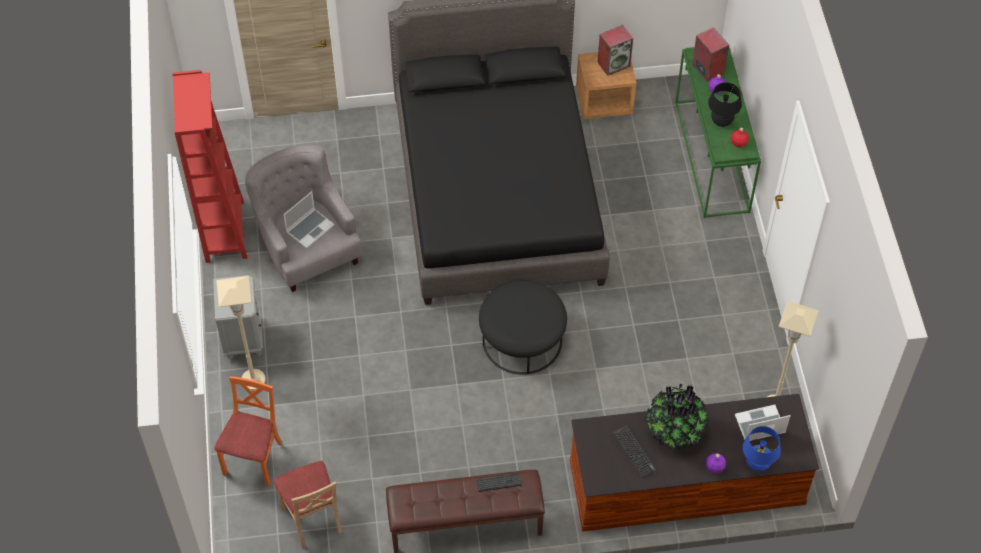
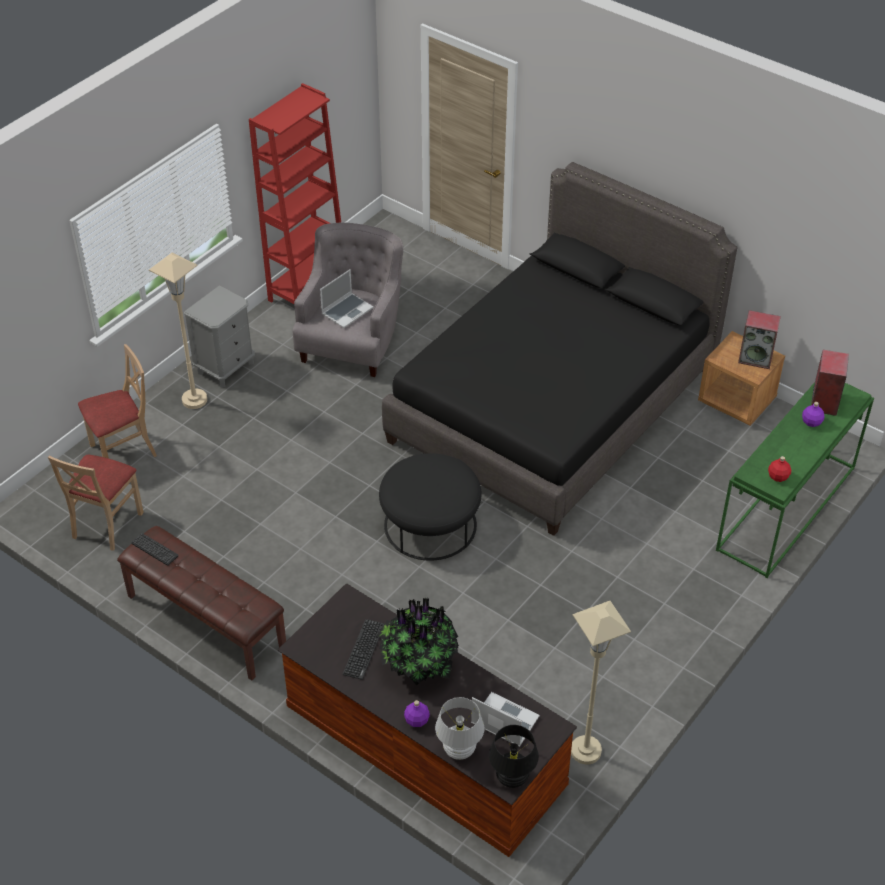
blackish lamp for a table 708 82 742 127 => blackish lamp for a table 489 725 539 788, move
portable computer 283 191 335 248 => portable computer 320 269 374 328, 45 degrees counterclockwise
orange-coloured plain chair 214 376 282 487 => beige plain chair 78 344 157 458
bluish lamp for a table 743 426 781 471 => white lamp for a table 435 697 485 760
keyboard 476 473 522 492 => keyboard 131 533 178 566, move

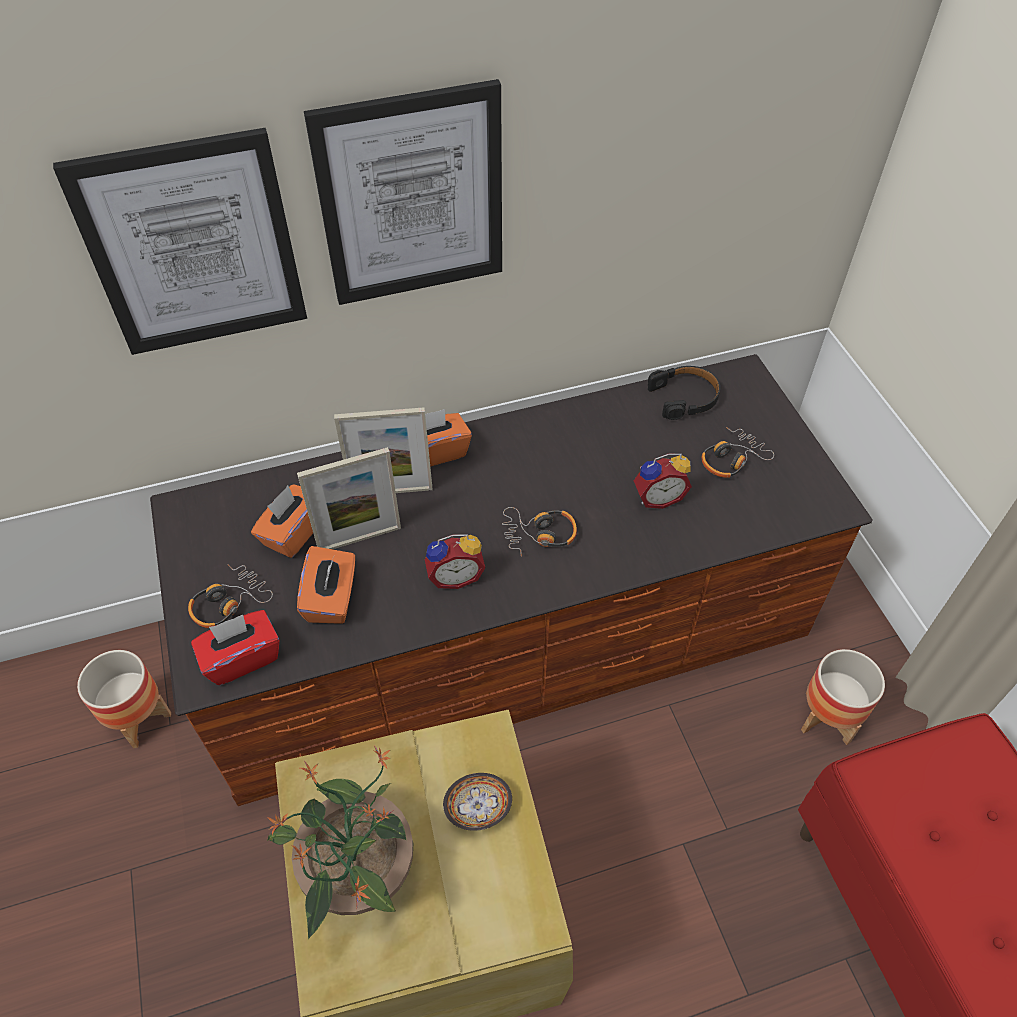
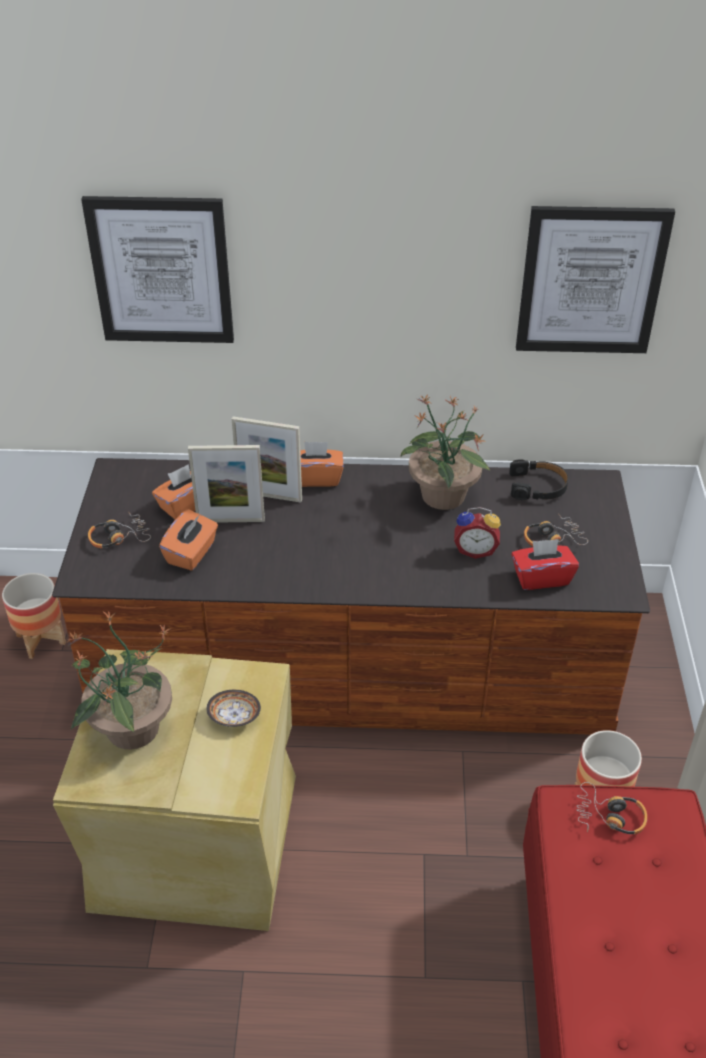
wall art 304 79 502 305 => wall art 516 206 675 353, move
pair of headphones 502 507 577 557 => pair of headphones 577 782 647 834, move
bedside clock 425 535 485 589 => nothing
red box of tissues 191 610 279 686 => red box of tissues 511 539 579 590, move
nothing => houseplant 400 394 490 510

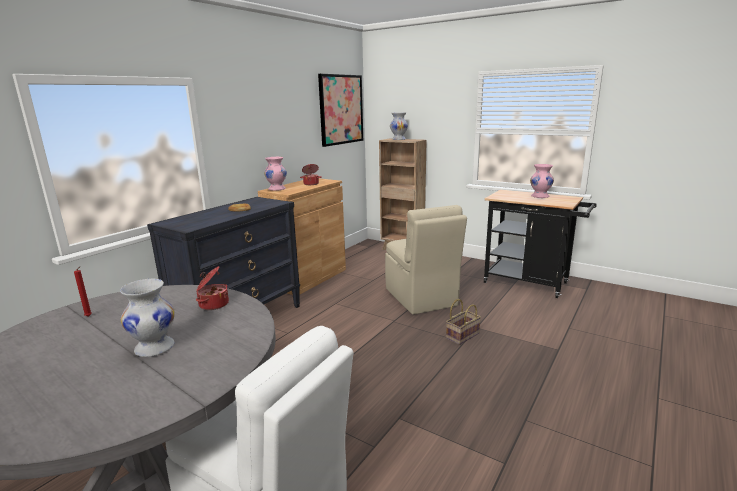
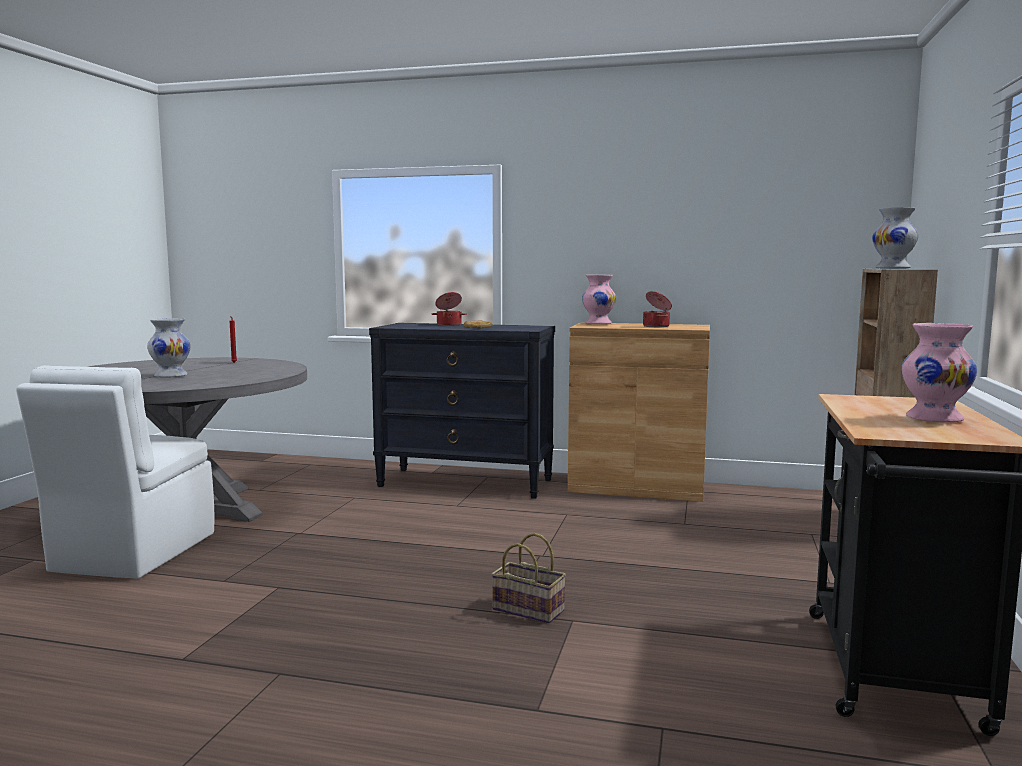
wall art 318 74 363 147 => nothing
beige plain chair 385 205 467 315 => nothing
saucepot 196 266 229 310 => saucepot 432 292 467 326, move

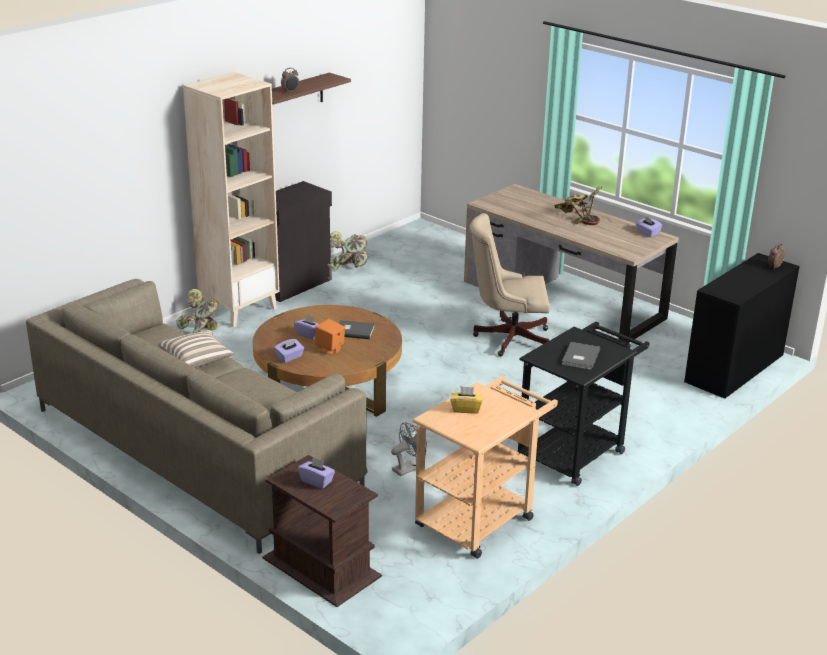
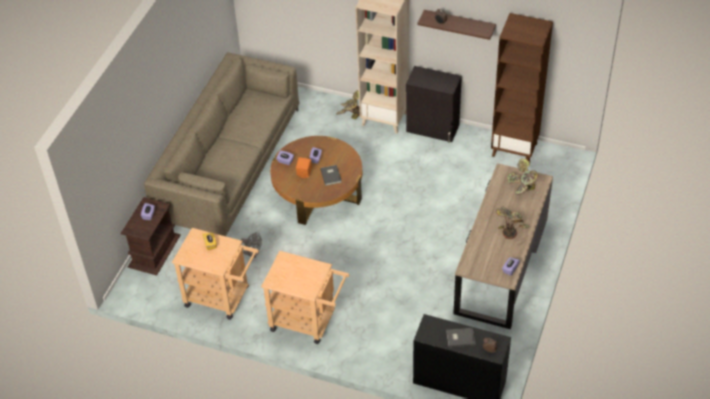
beige desk chair 470 213 550 356 => nothing
houseplant 330 231 368 270 => houseplant 507 158 538 195, move
blackish wheeled cart 518 321 649 486 => beige wheeled cart 261 251 349 344
pillow 158 330 235 368 => nothing
grey volume 562 342 600 370 => grey volume 446 328 475 347, move
nothing => brownish bookcase 491 13 553 162

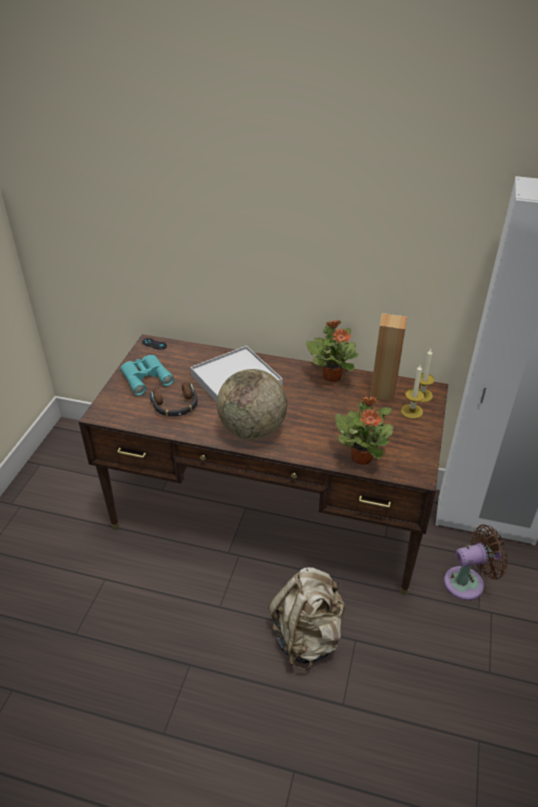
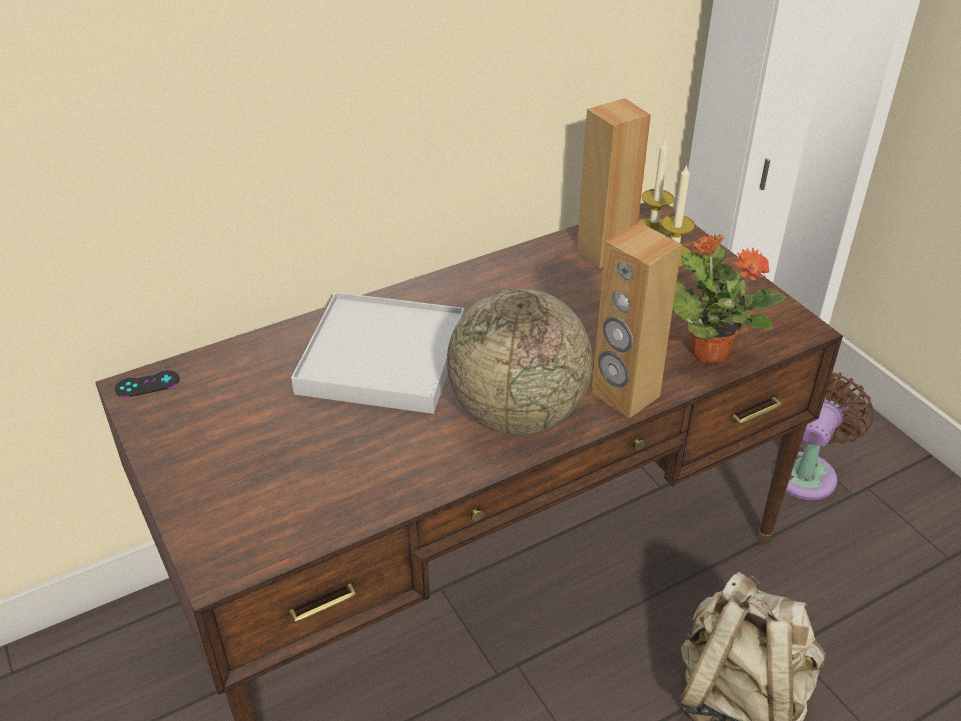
houseplant 306 320 358 382 => nothing
blue-green field glasses 120 355 174 396 => nothing
pair of headphones 150 382 198 417 => nothing
nothing => brownish audio speaker 592 222 682 418

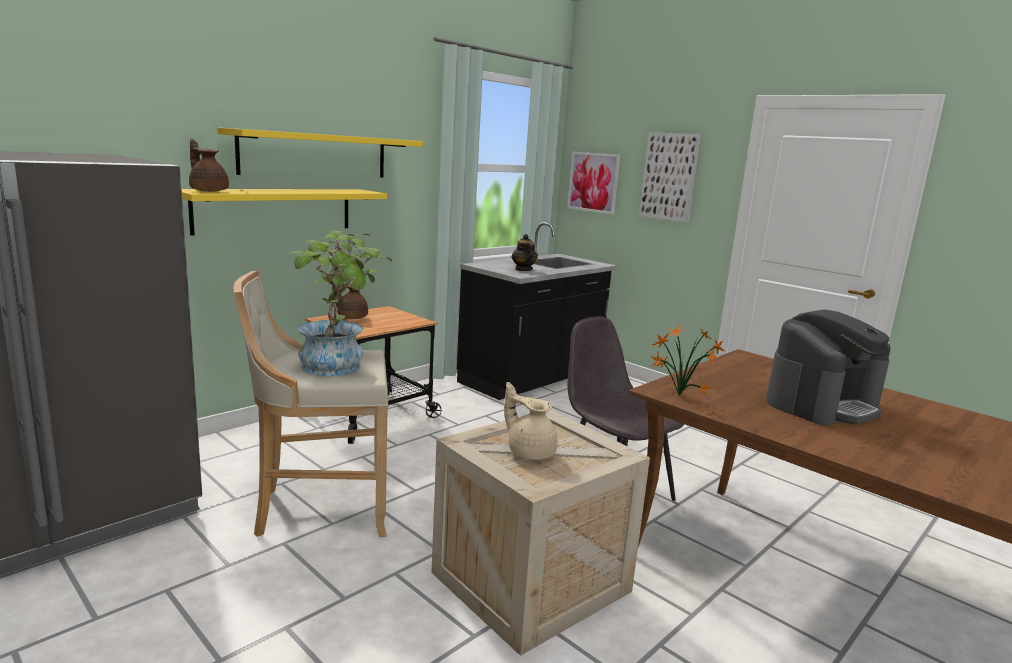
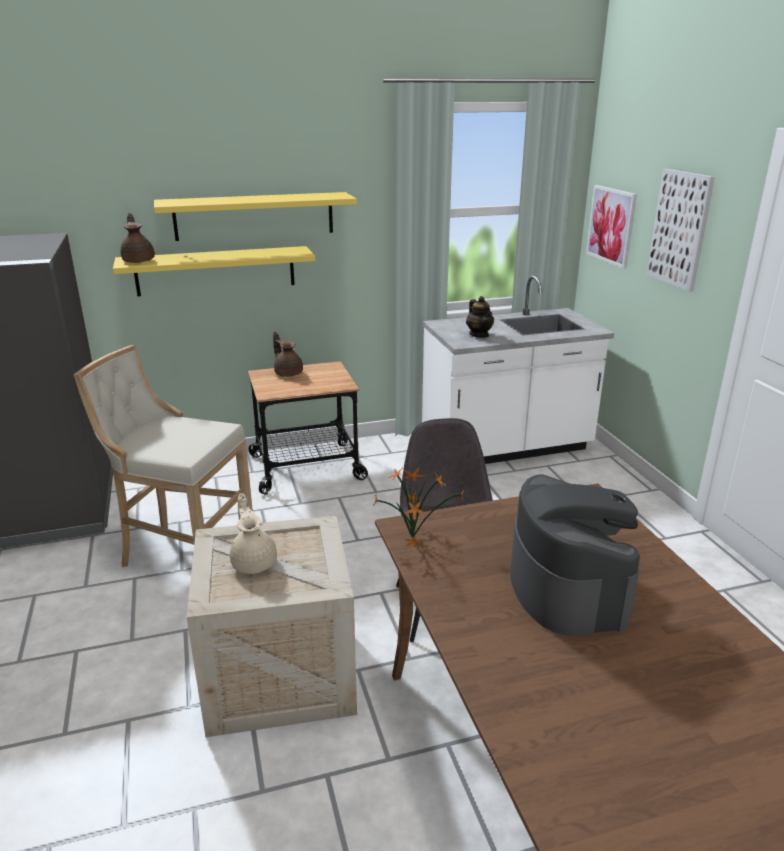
blackish counter 457 222 617 400 => white counter 422 275 614 464
houseplant 290 230 392 376 => nothing
tea pot 512 234 537 271 => tea pot 466 296 494 338, 150 degrees clockwise
coffee maker 766 310 891 426 => coffee maker 510 474 640 636, 90 degrees counterclockwise

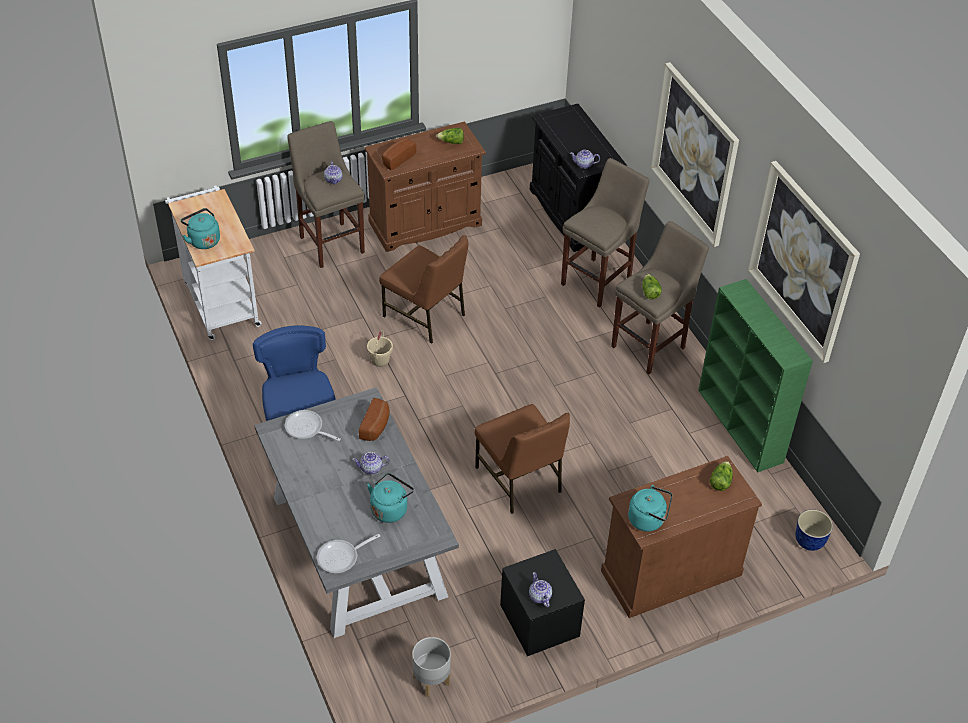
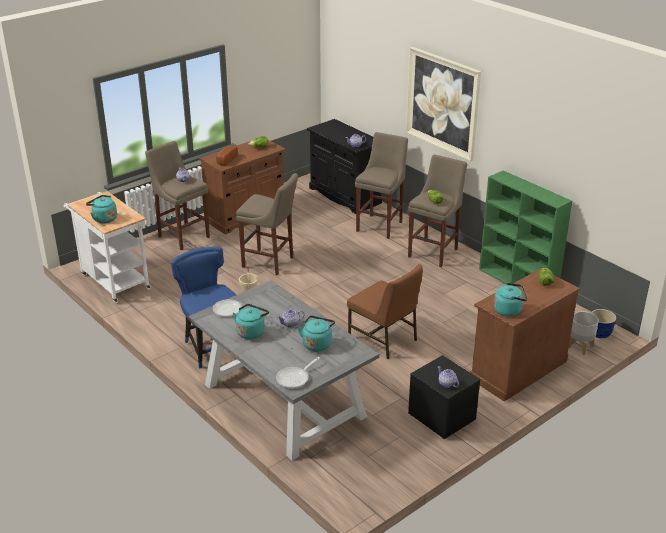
wall art 748 161 860 363 => nothing
brownish plain chair 379 235 468 344 => beige stool 236 173 298 275
baked bread 359 398 390 441 => nothing
grey planter 412 637 451 697 => grey planter 569 311 599 355, move
nothing => blue-green water kettle 233 304 269 339

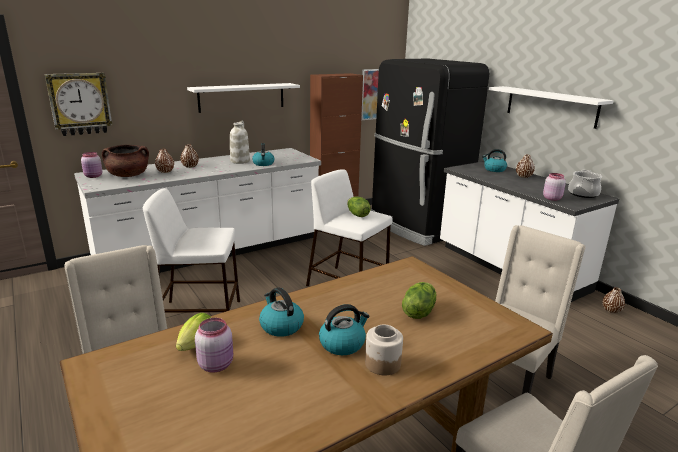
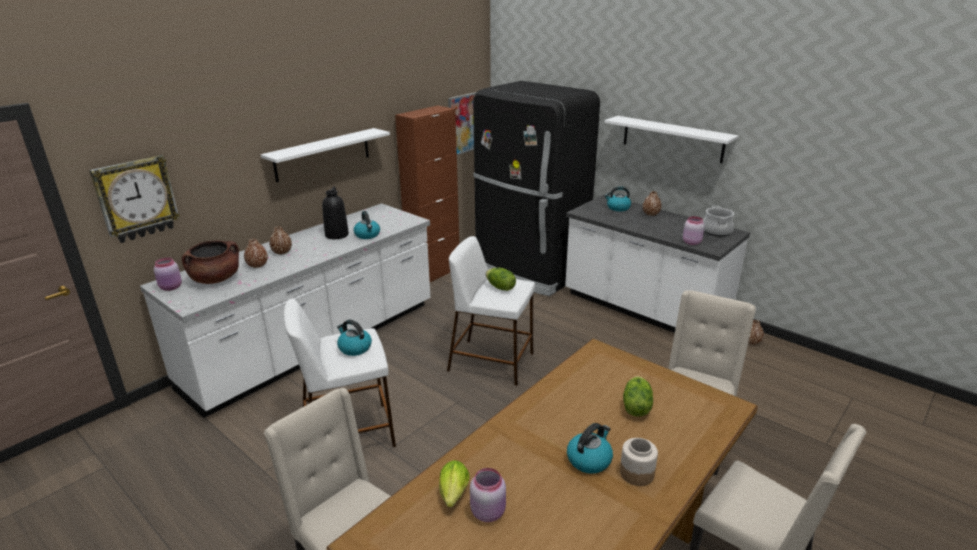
white vase 230 121 250 164 => blackish vase 322 187 349 239
water kettle 259 287 304 337 => water kettle 337 320 372 356, move

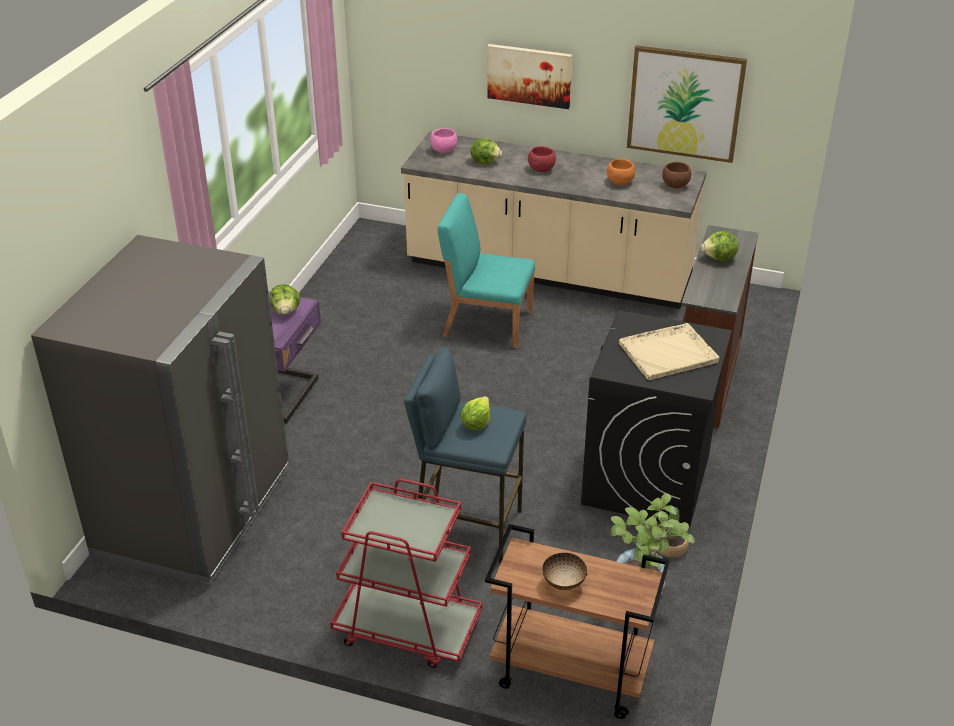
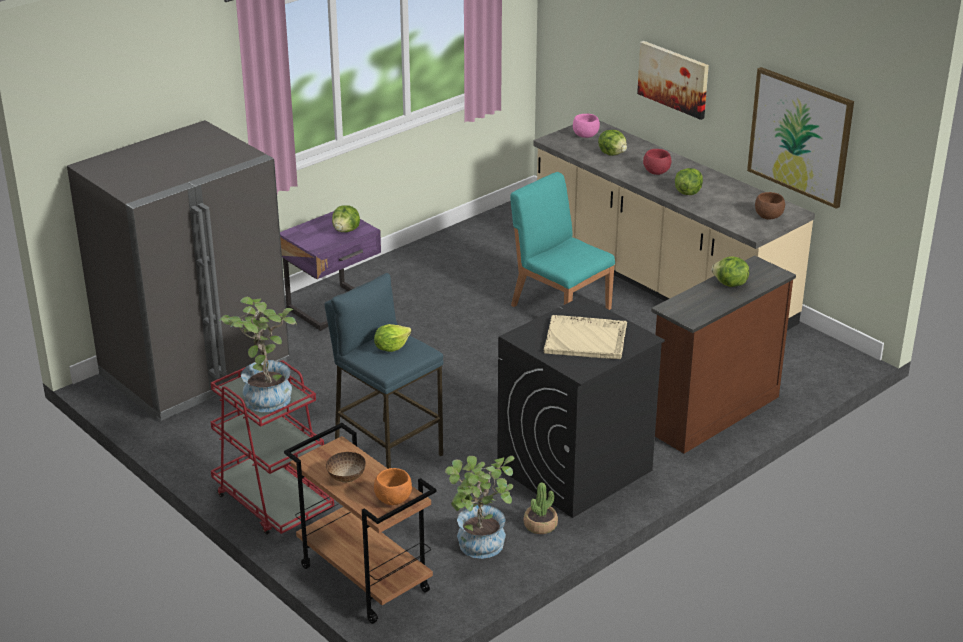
orange-coloured serving bowl 607 159 635 185 => orange-coloured serving bowl 374 468 412 505, move
nothing => head of lettuce 675 168 703 195
nothing => houseplant 219 297 297 412

